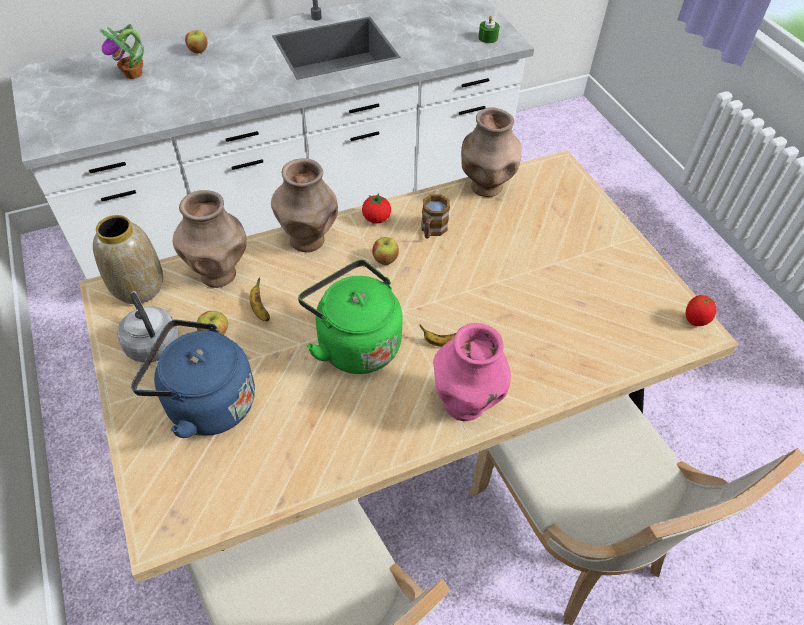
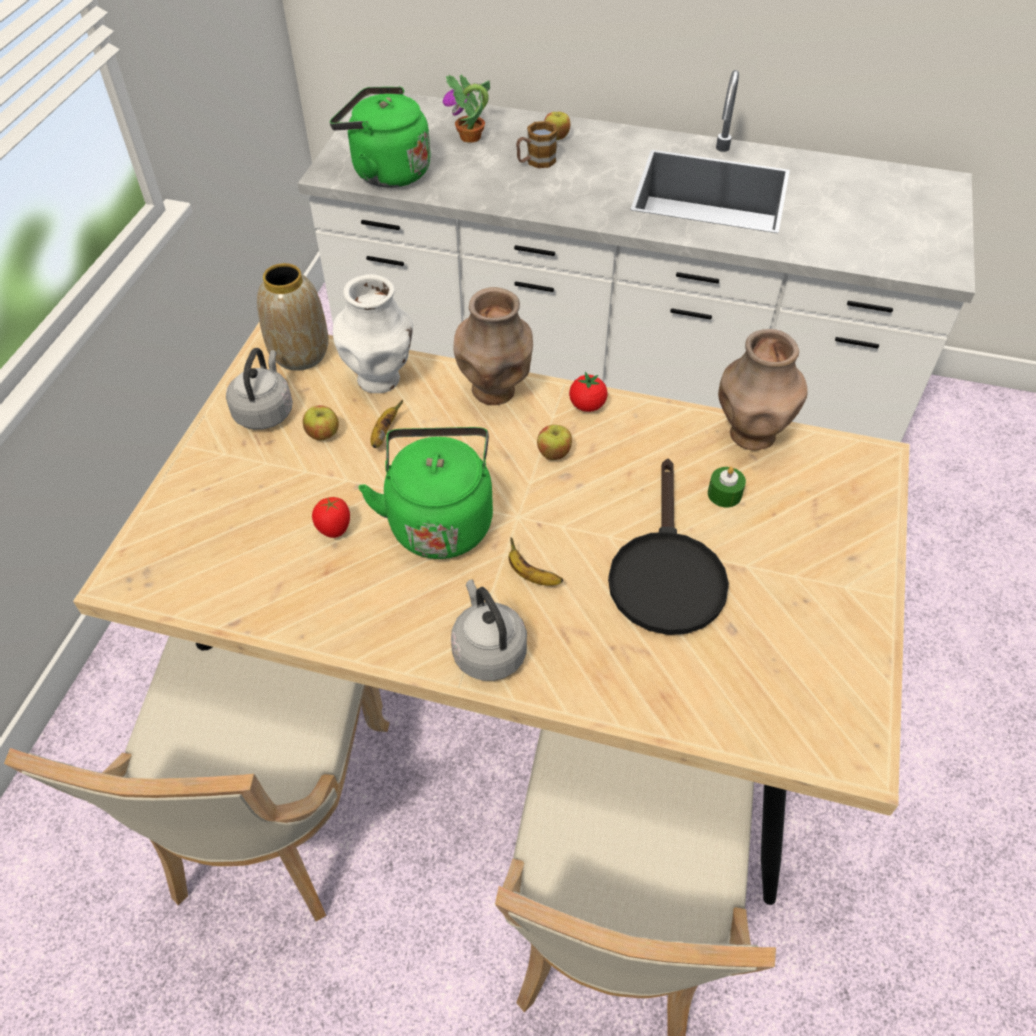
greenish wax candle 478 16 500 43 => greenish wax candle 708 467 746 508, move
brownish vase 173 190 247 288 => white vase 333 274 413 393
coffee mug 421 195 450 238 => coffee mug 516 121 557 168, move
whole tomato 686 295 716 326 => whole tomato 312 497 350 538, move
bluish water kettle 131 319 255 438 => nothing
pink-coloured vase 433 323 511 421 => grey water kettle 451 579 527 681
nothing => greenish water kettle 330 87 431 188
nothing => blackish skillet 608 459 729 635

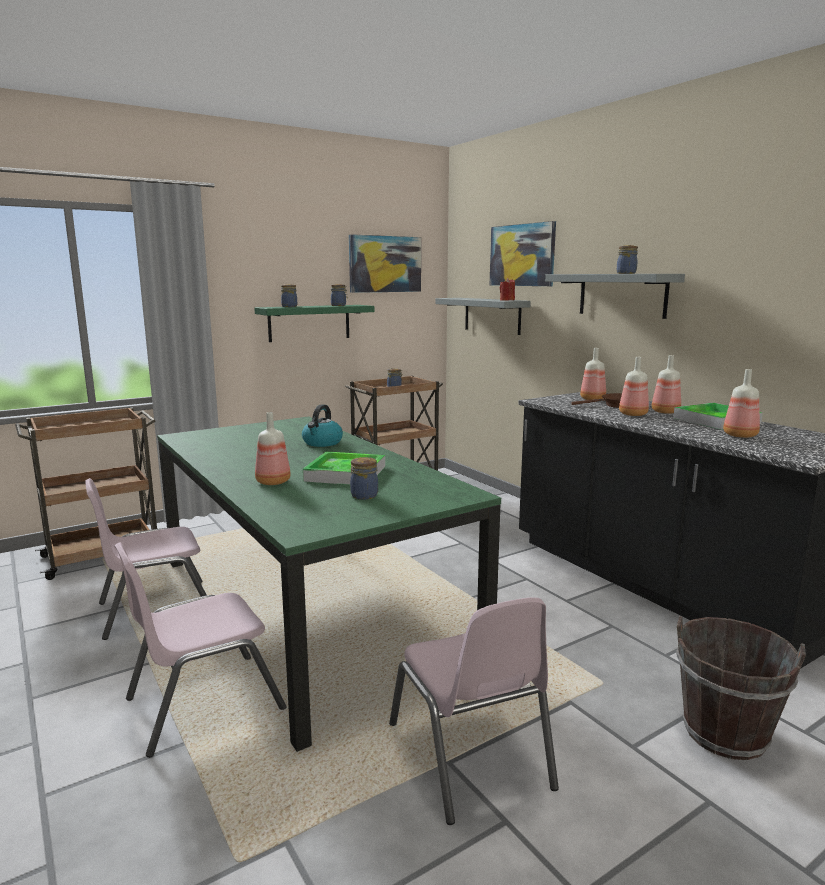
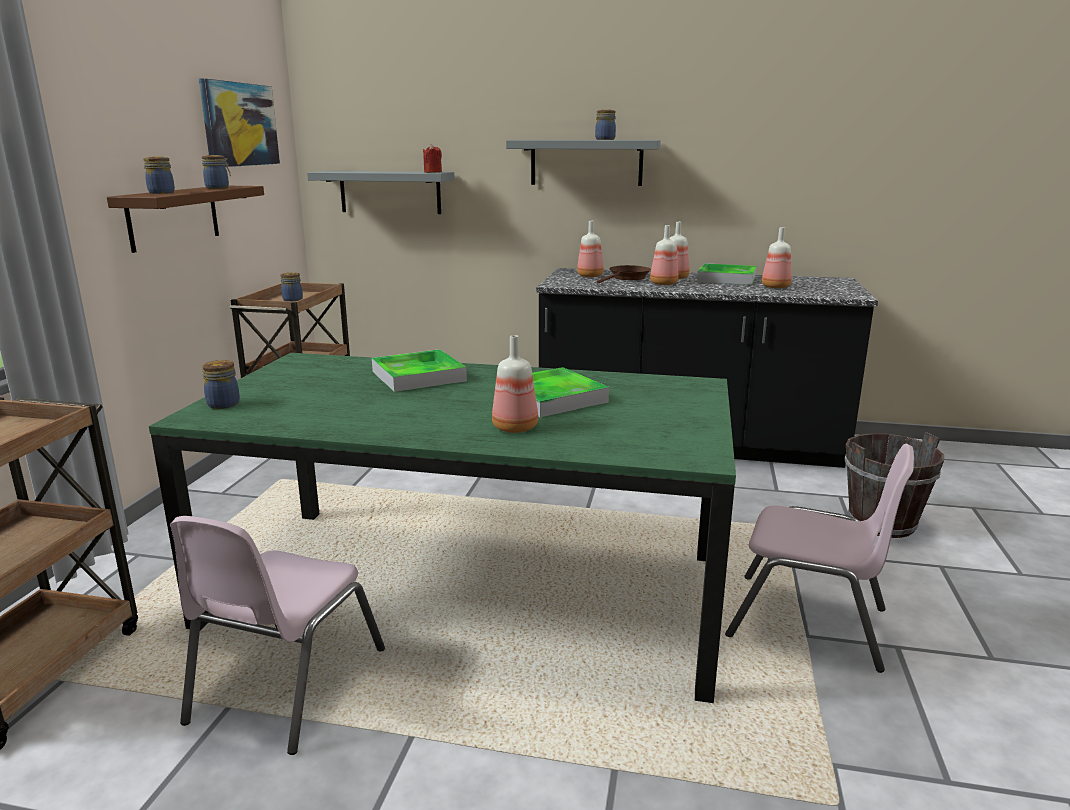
wall art 490 221 556 286 => nothing
greenish shelf 254 305 374 342 => brownish shelf 107 186 264 253
water kettle 302 404 343 447 => serving tray 372 349 467 392
storage jar 350 457 378 500 => storage jar 202 360 240 409, move
pink-coloured plain chair 114 543 287 758 => nothing

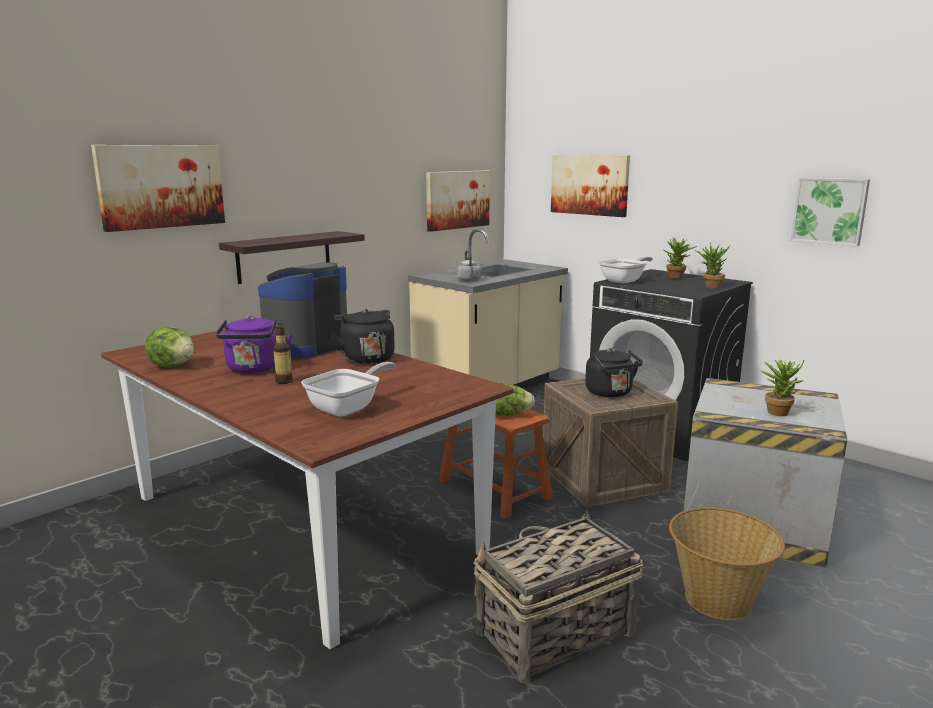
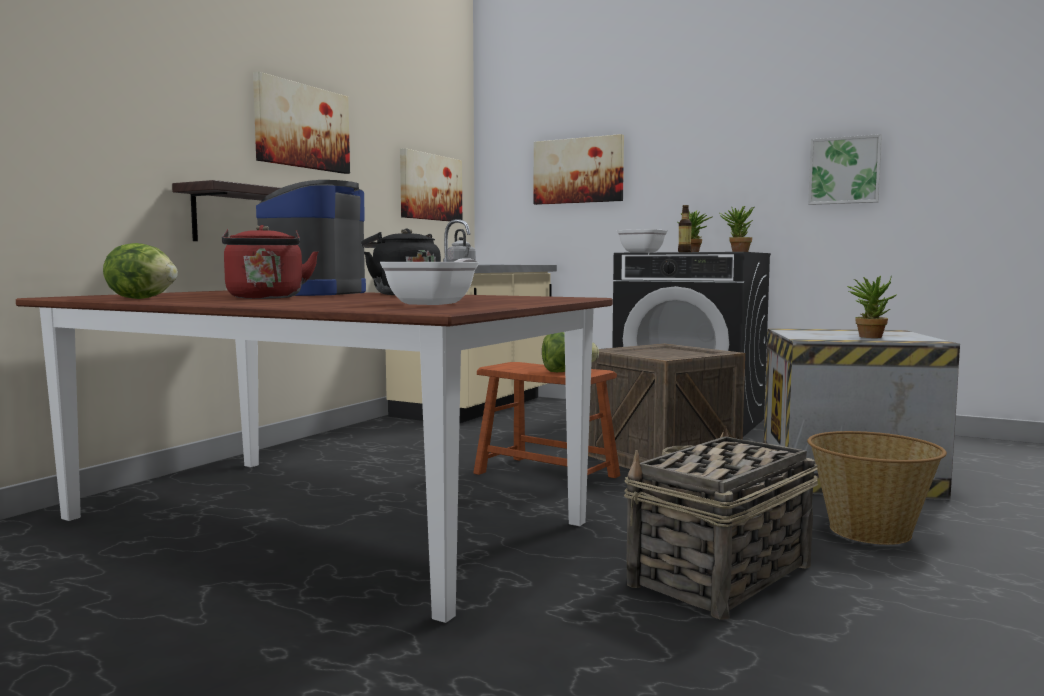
wall art 91 145 225 232 => wall art 253 71 350 174, move
purple water kettle 216 316 293 374 => red water kettle 222 225 319 299
beverage bottle 273 323 293 384 => beverage bottle 678 205 692 252, move
blackish water kettle 585 348 643 397 => nothing

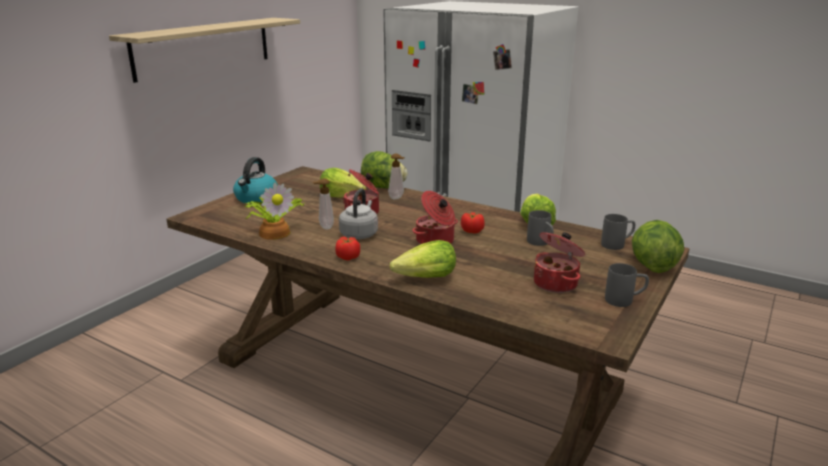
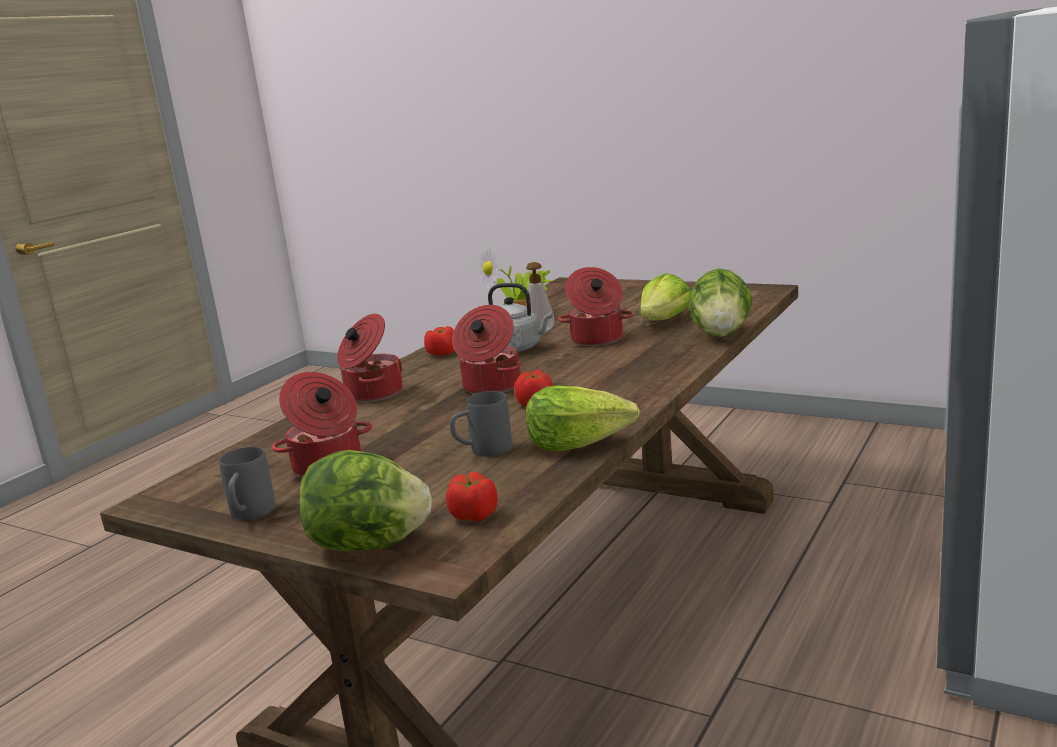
shelf 109 18 300 83 => nothing
liquid soap bottle 388 154 405 199 => nothing
water kettle 233 157 278 204 => nothing
grey coffee mug 601 214 635 250 => whole tomato 446 472 498 522
head of lettuce 390 240 456 278 => saucepot 337 314 403 402

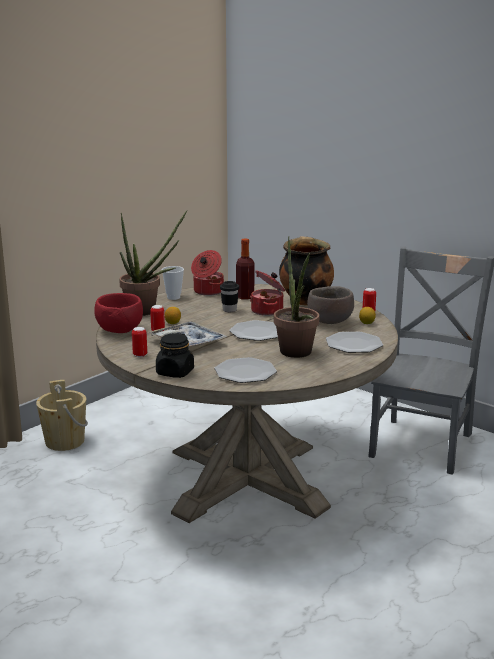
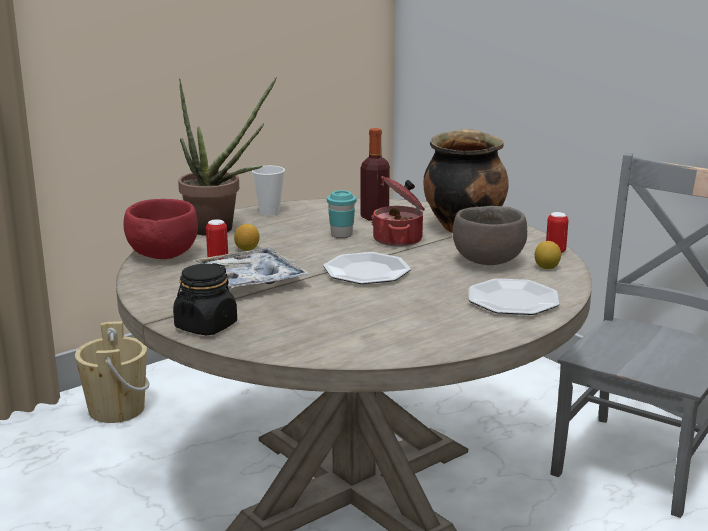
houseplant 274 237 319 358 => nothing
saucepot 191 250 224 296 => nothing
blackish drinking cup 220 281 239 312 => blue-green drinking cup 327 190 356 238
can 132 327 147 357 => nothing
plate 214 357 277 383 => nothing

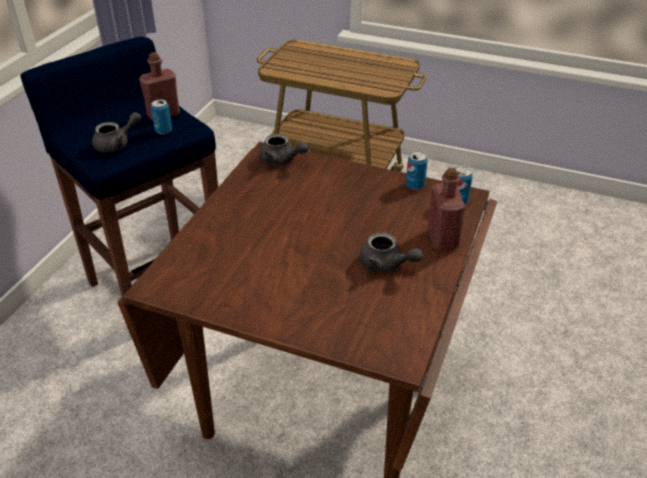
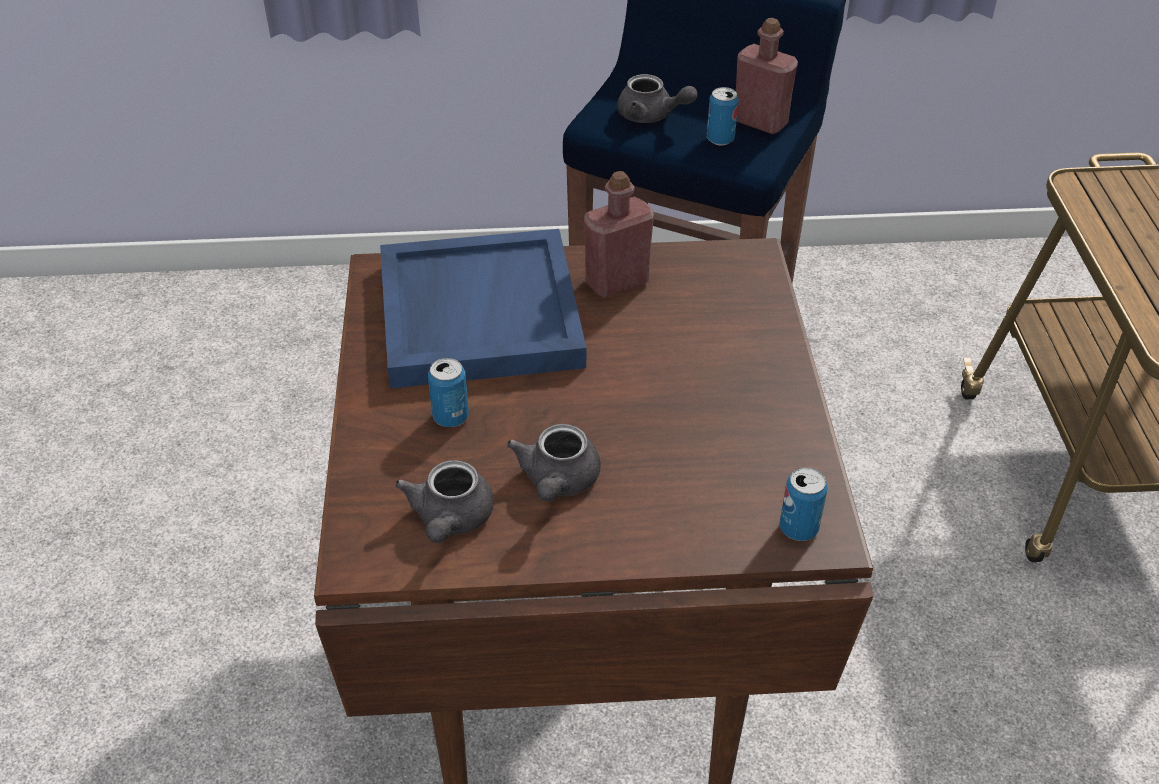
grey tea pot 260 134 309 165 => grey tea pot 395 460 494 543, move
can 406 152 428 190 => can 428 358 469 427, move
red beverage bottle 428 168 465 250 => red beverage bottle 584 171 654 297, move
nothing => bluish serving tray 380 229 586 388

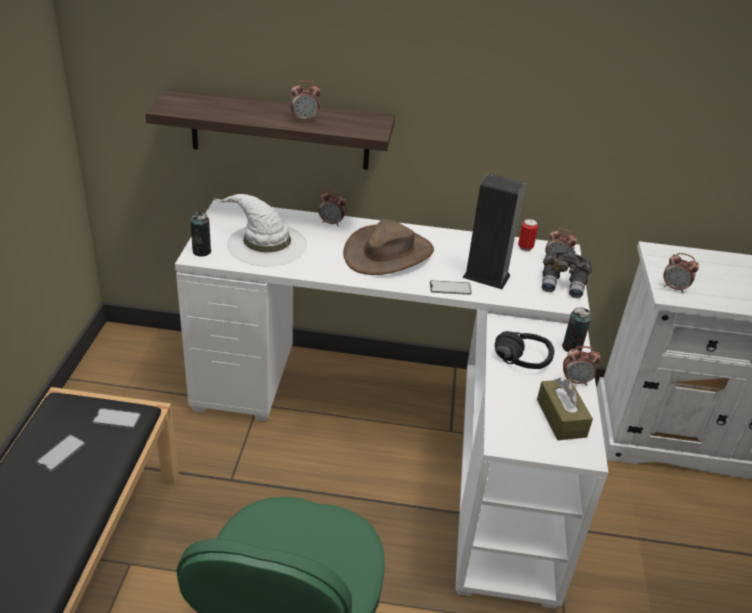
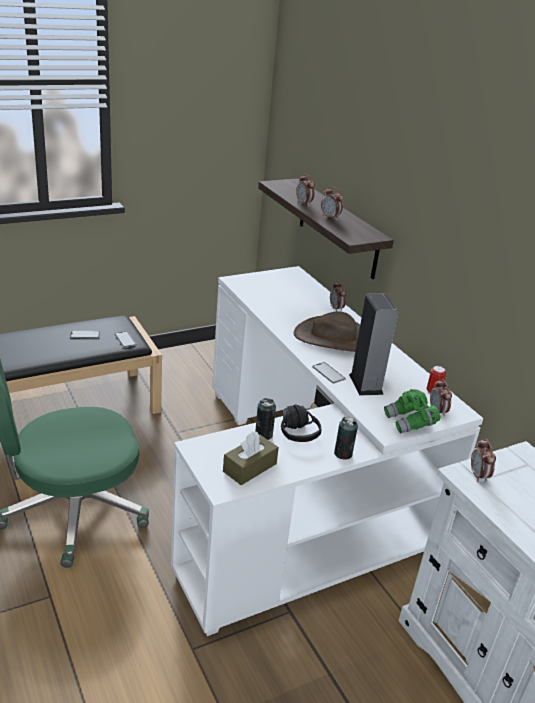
white clothing hat 214 194 307 267 => nothing
can 190 212 211 256 => can 255 398 276 440, move
grey field glasses 542 249 592 298 => greenish field glasses 384 389 440 433
bedside clock 563 346 600 386 => bedside clock 296 174 315 206, move

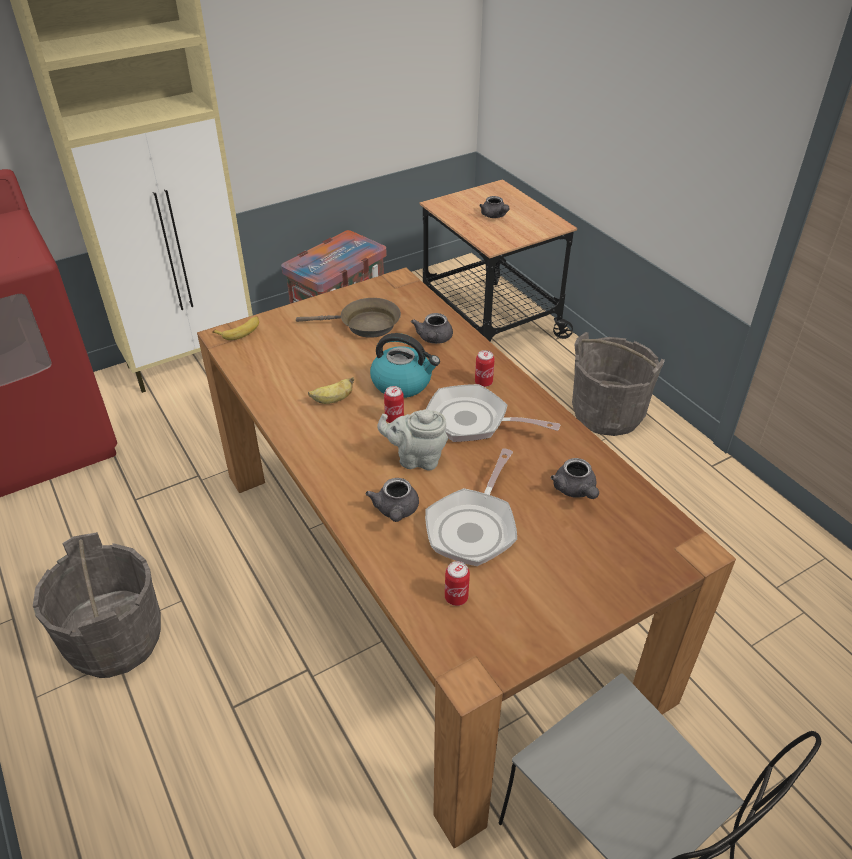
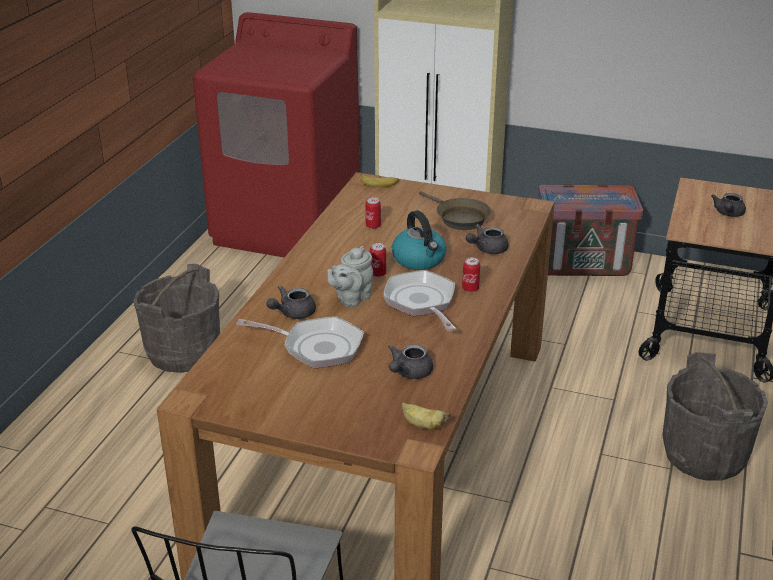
whole banana 308 377 354 404 => whole banana 402 402 449 429, move
grey tea pot 377 409 448 470 => grey tea pot 327 246 373 307, 105 degrees counterclockwise
skillet 425 448 517 566 => skillet 236 316 364 369, 150 degrees counterclockwise
can 445 561 470 606 => can 365 197 381 229, move

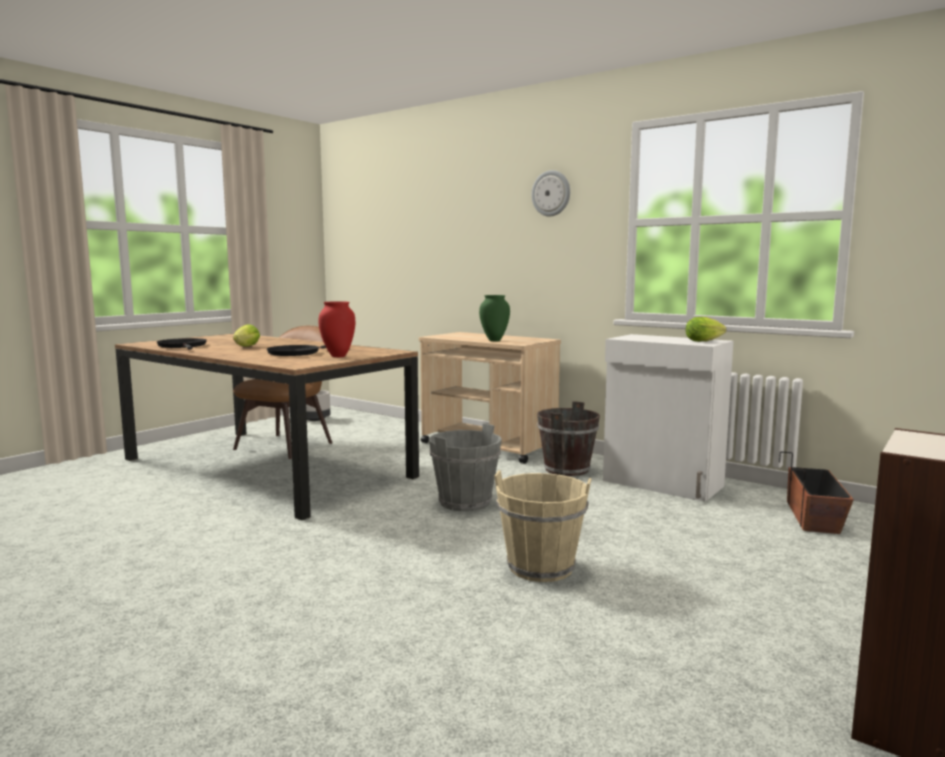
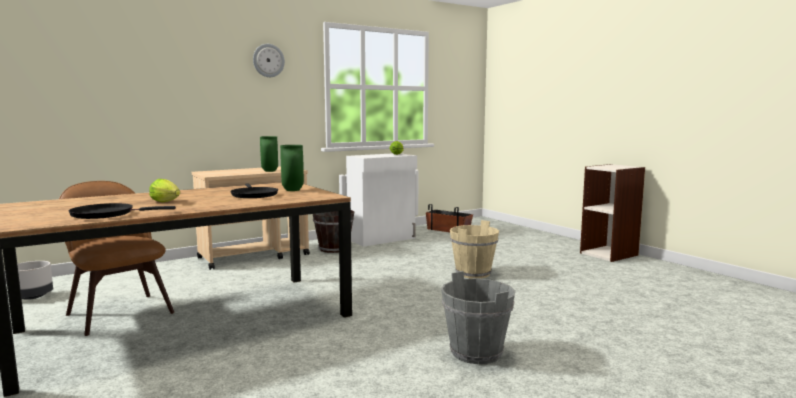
red vase 319 301 355 357 => greenish vase 280 145 304 191
grey water bucket 429 423 502 512 => grey water bucket 441 271 515 364, move

